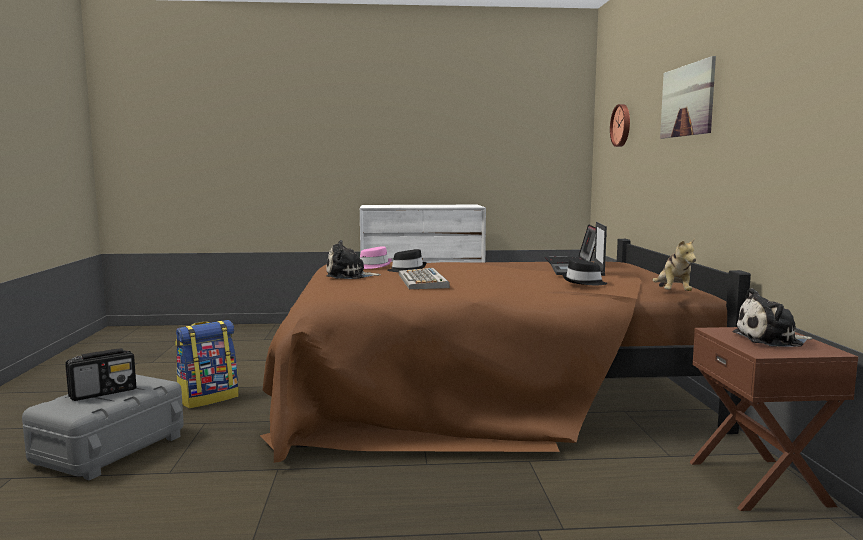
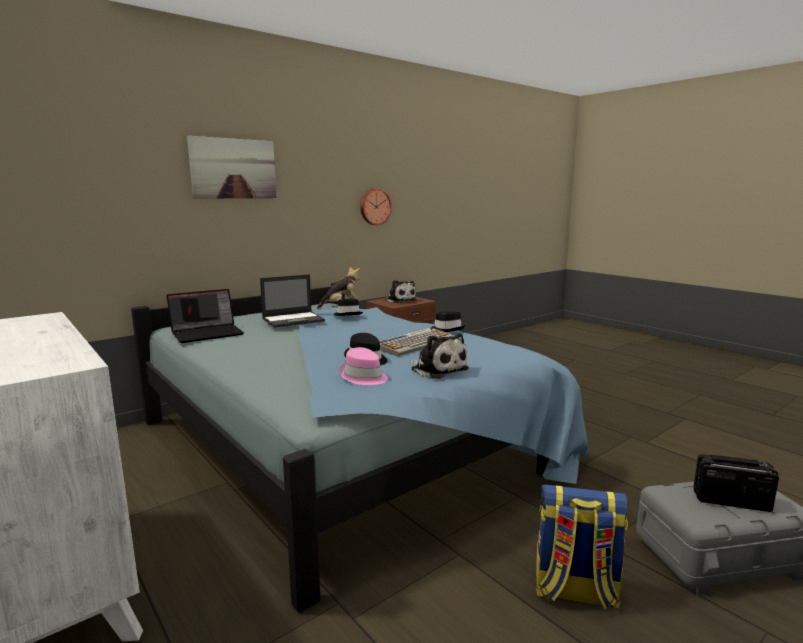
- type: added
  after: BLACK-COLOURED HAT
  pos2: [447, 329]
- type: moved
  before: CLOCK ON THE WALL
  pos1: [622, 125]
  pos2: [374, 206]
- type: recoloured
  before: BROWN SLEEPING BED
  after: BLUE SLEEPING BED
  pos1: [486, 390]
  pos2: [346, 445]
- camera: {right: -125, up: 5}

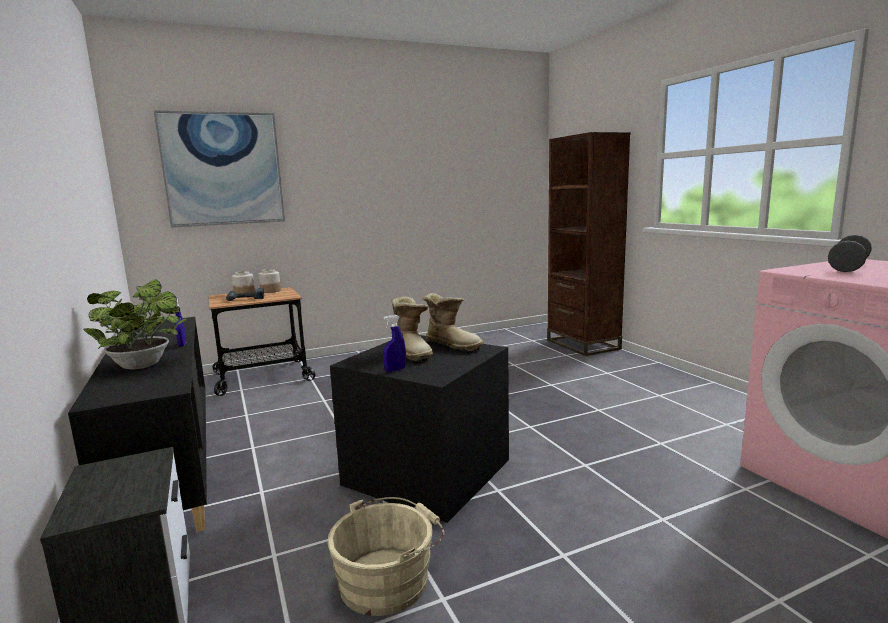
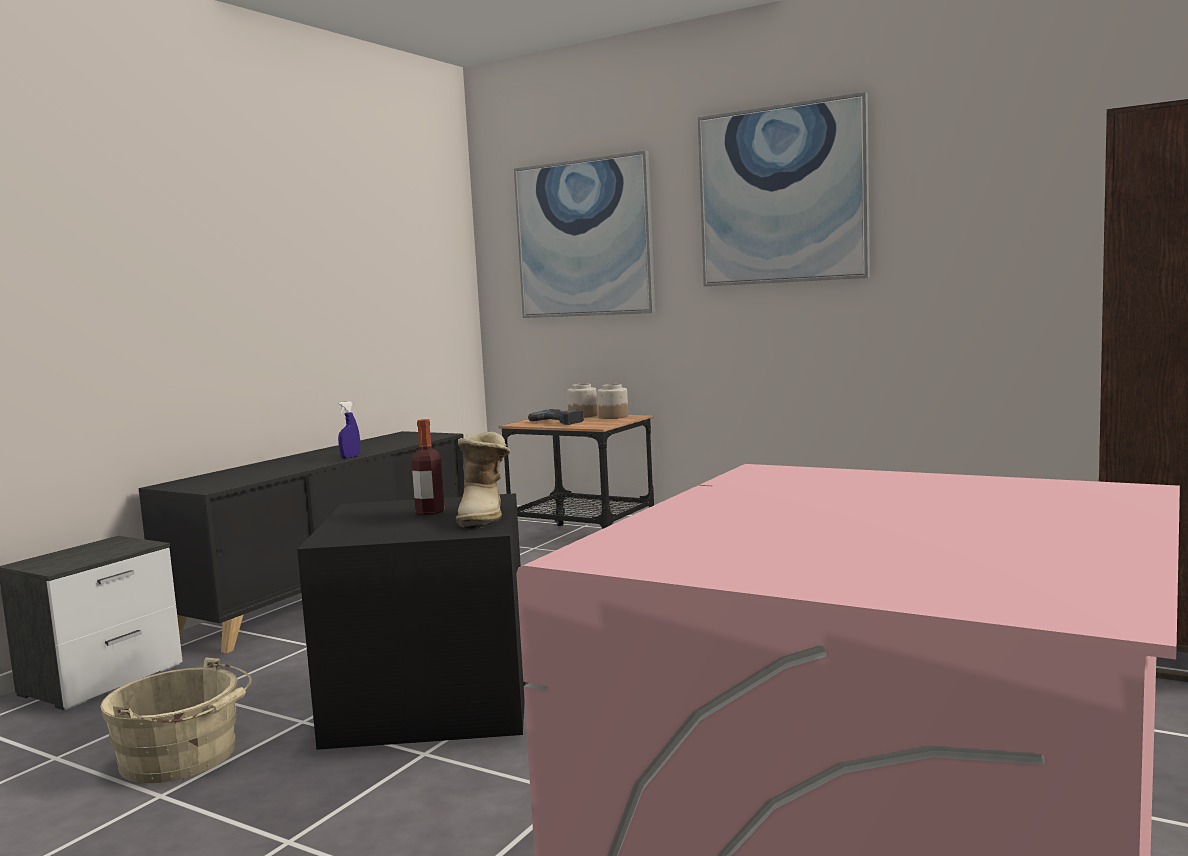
- type: removed
  before: PLANT IN A POT
  pos1: [144, 366]
- type: removed
  before: BLUE SPRAY BOTTLE
  pos1: [395, 370]
- type: removed
  before: GREYISH HAND WEIGHT
  pos1: [848, 267]
- type: added
  after: PICTURE
  pos2: [782, 195]
- type: replaced
  before: BOOT
  after: BEVERAGE BOTTLE
  pos1: [414, 351]
  pos2: [430, 512]
- camera: {right: 55, up: -5}

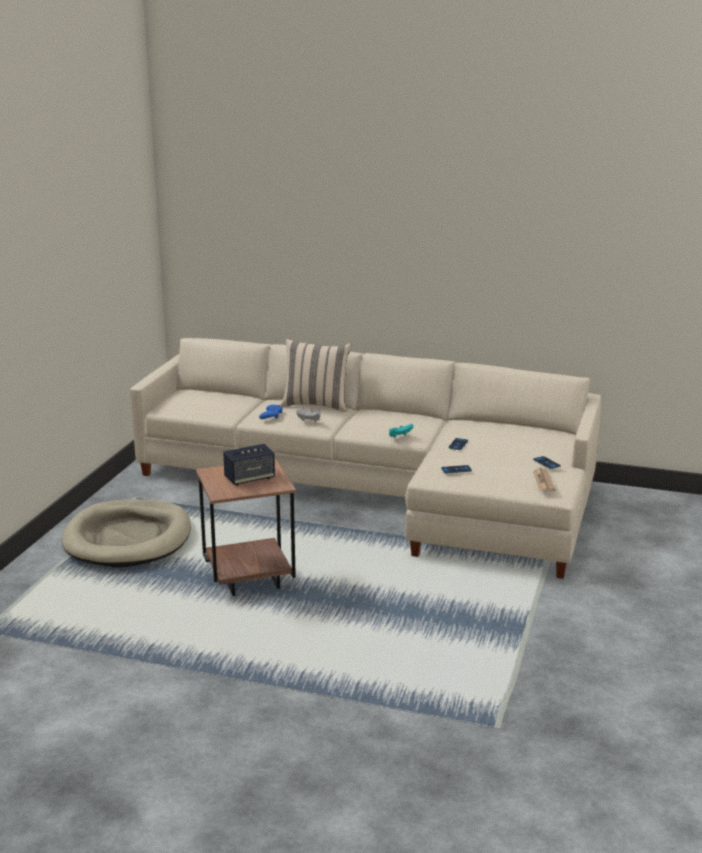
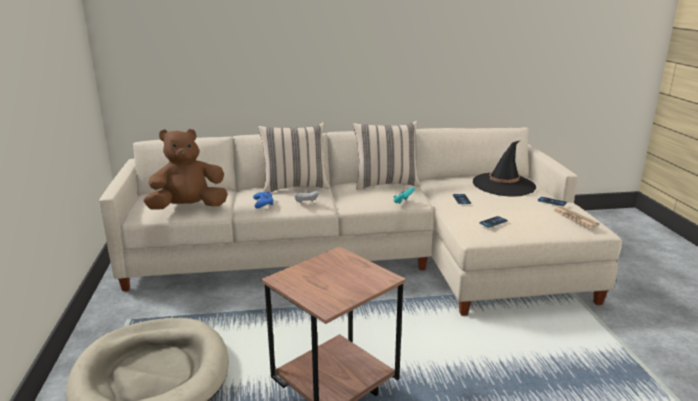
- type: removed
  before: LOUDSPEAKER
  pos1: [249, 478]
- type: added
  after: BROWN SOFT TOY
  pos2: [188, 208]
- type: added
  after: SAND-COLOURED CUSHION
  pos2: [386, 184]
- type: added
  after: BLACK-COLOURED HAT
  pos2: [503, 185]
- camera: {right: -25, up: 0}

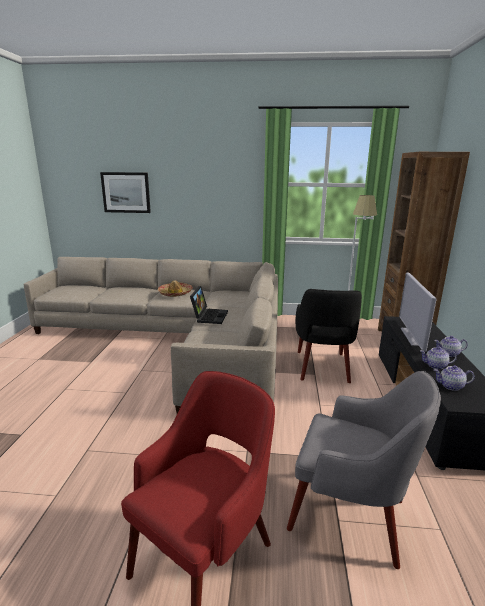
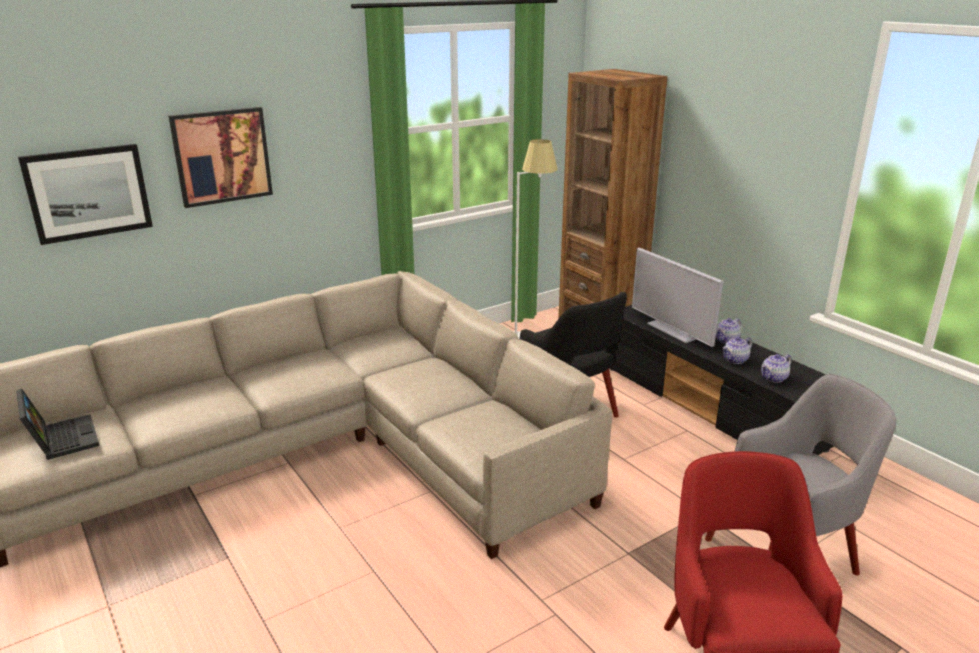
- type: removed
  before: HAT
  pos1: [175, 293]
- type: added
  after: PICTURE
  pos2: [222, 156]
- type: moved
  before: NOTEBOOK COMPUTER
  pos1: [209, 316]
  pos2: [61, 439]
- camera: {right: -40, up: 5}

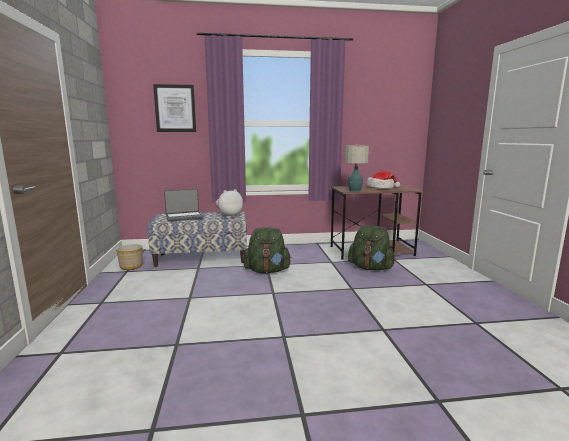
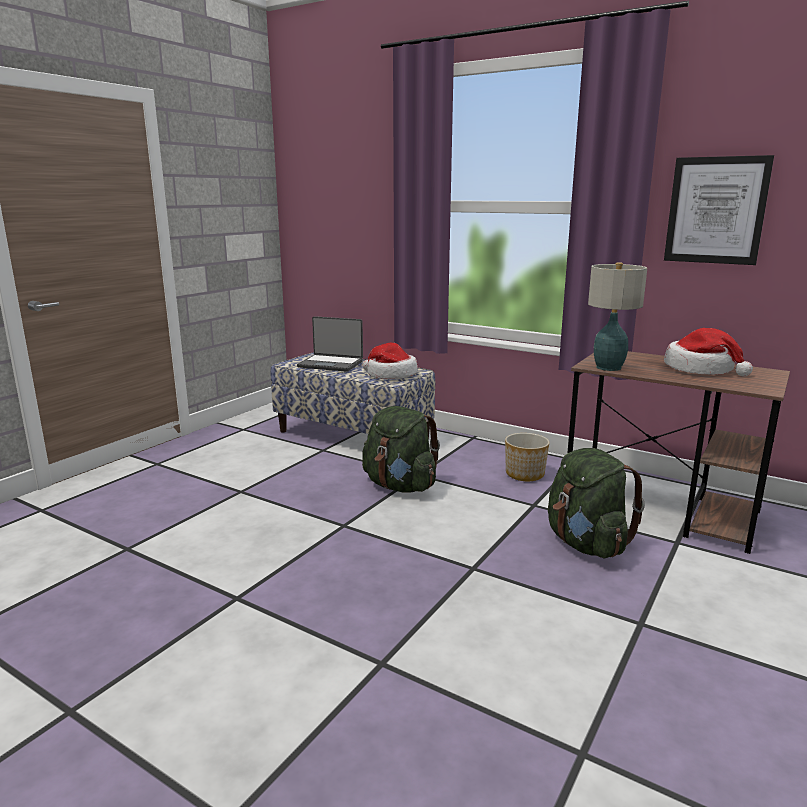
- type: moved
  before: PLANTER
  pos1: [131, 266]
  pos2: [525, 474]
- type: moved
  before: PICTURE
  pos1: [175, 108]
  pos2: [716, 210]
- type: replaced
  before: SOFT TOY
  after: HAT
  pos1: [229, 216]
  pos2: [390, 375]
- camera: {right: 40, up: 5}

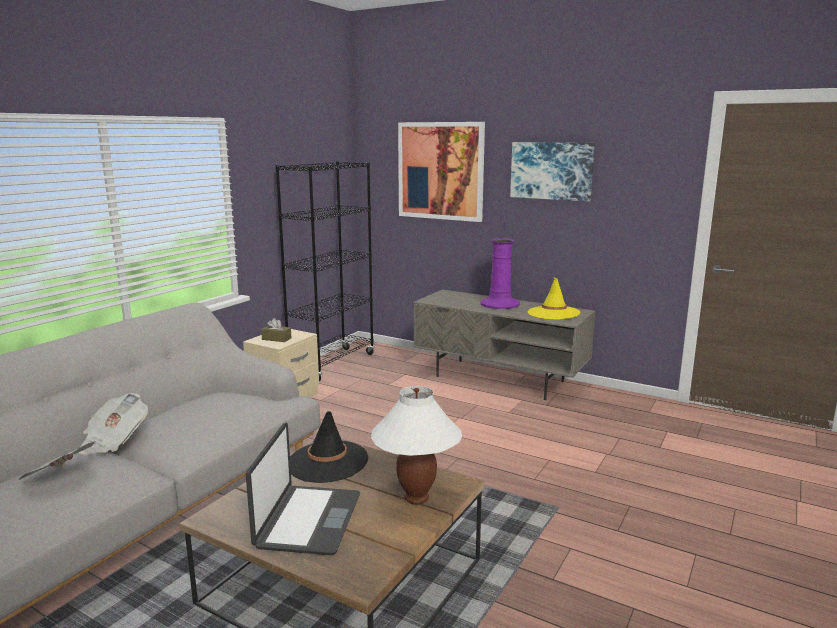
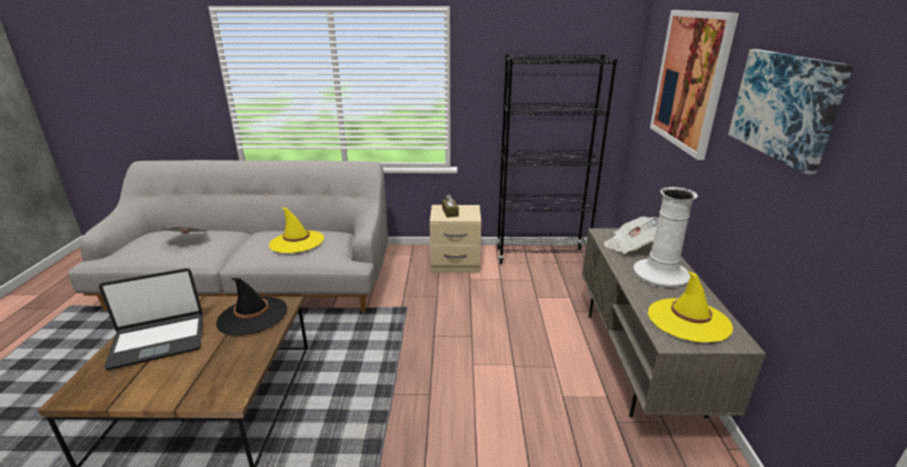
- type: removed
  before: WHITE-COLOURED TABLE LAMP
  pos1: [416, 498]
- type: added
  after: YELLOWISH HAT
  pos2: [297, 242]
- type: moved
  before: PRINTED PAPER
  pos1: [114, 440]
  pos2: [630, 247]
- type: recoloured
  before: PURPLE VASE
  after: WHITE-COLOURED VASE
  pos1: [499, 304]
  pos2: [661, 274]
- camera: {right: 60, up: 10}

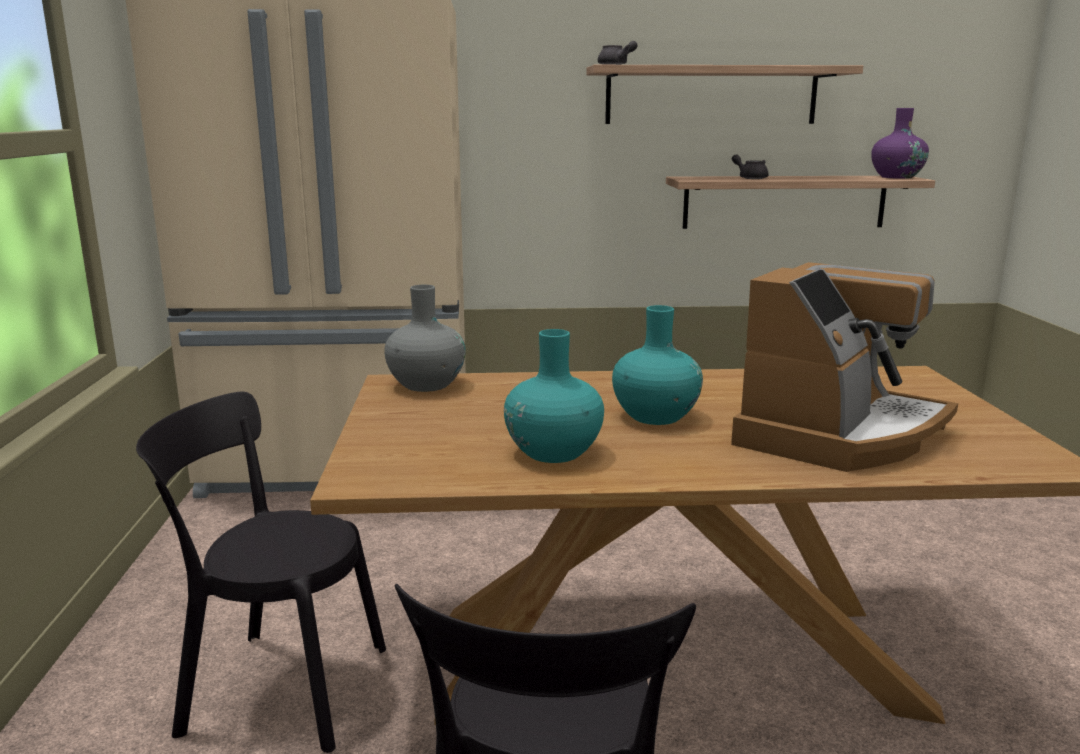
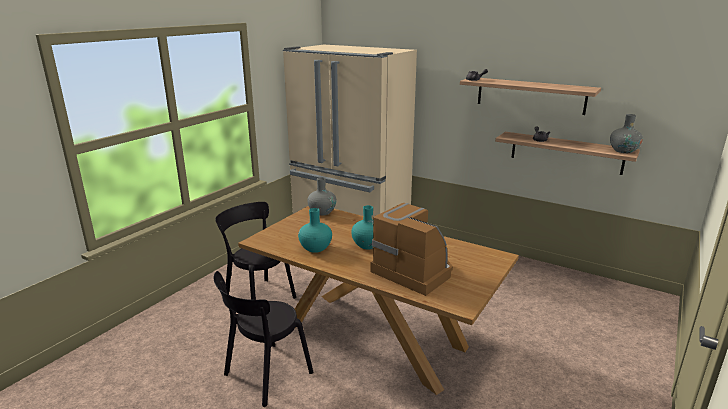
- type: recoloured
  before: PURPLE VASE
  after: GREYISH VASE
  pos1: [896, 177]
  pos2: [623, 151]
- type: turned
  before: COFFEE MACHINE
  pos1: [839, 434]
  pos2: [413, 271]
  turn: -120
- camera: {right: 35, up: 5}

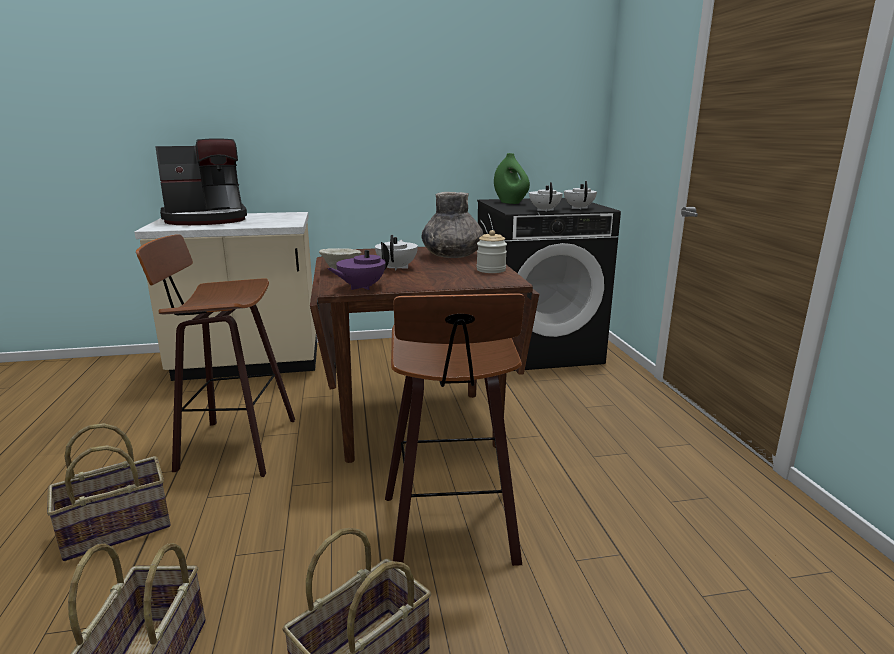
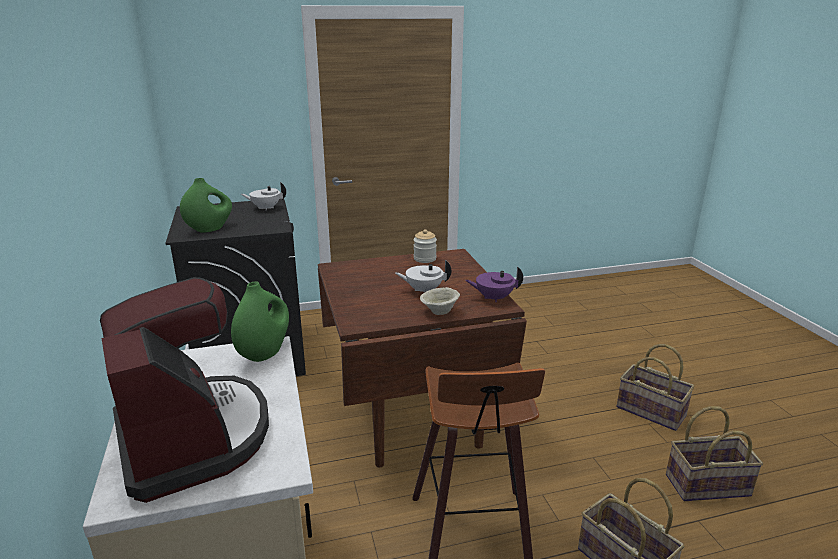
- type: removed
  before: SITTING STOOL
  pos1: [453, 531]
- type: removed
  before: GREYISH VASE
  pos1: [452, 256]
- type: removed
  before: WHITE-COLOURED TEAPOT
  pos1: [545, 210]
- type: added
  after: GREEN-COLOURED VASE
  pos2: [264, 353]
- type: turned
  before: PURPLE TEAPOT
  pos1: [361, 287]
  pos2: [493, 298]
  turn: 135
- camera: {right: -95, up: 5}

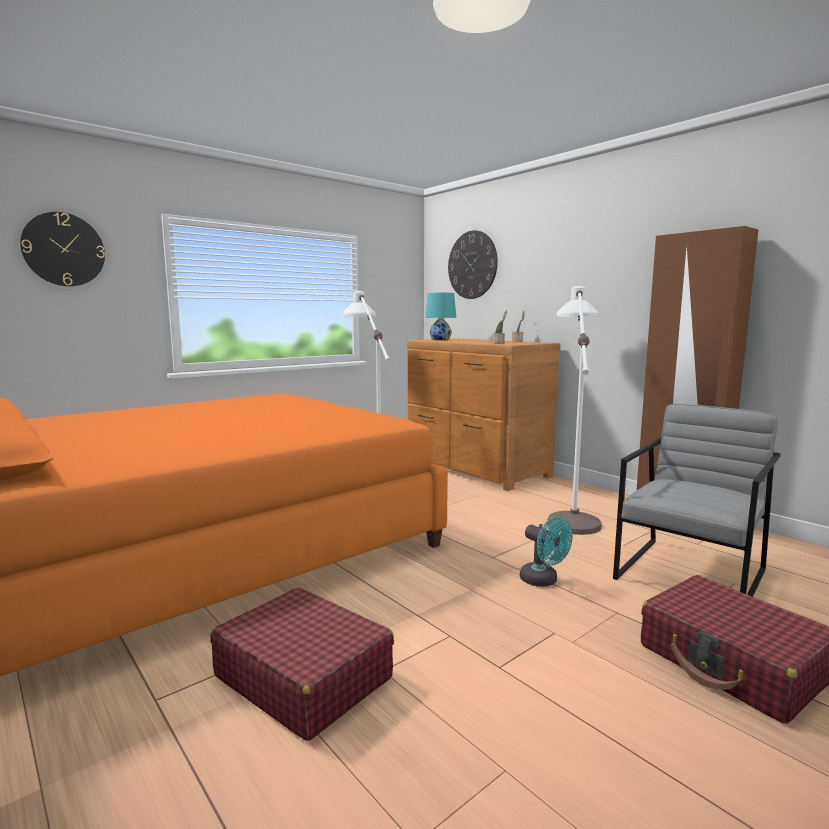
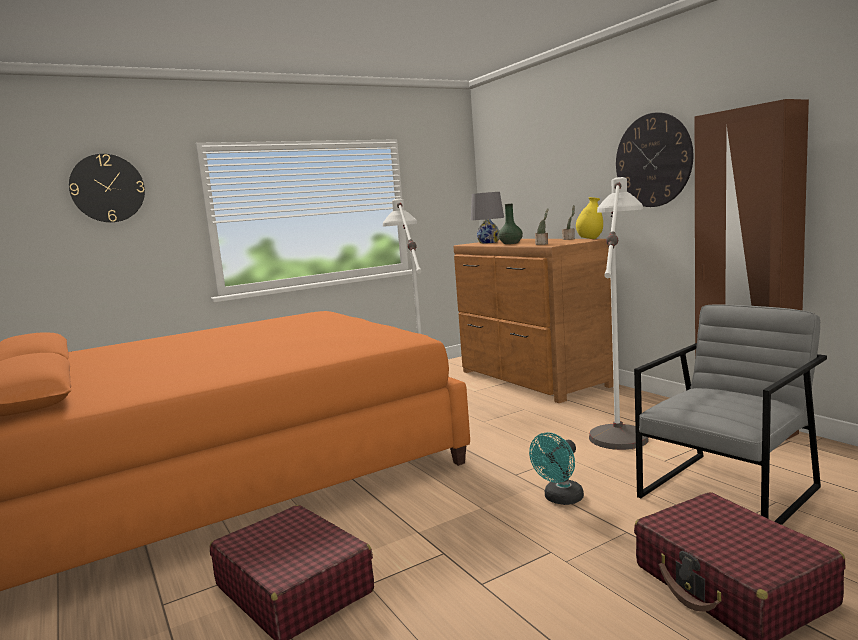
- type: added
  after: GREEN-COLOURED VASE
  pos2: [510, 243]
- type: added
  after: YELLOWISH VASE
  pos2: [590, 239]
- type: moved
  before: CLOCK ON THE WALL
  pos1: [472, 265]
  pos2: [653, 160]
- type: recoloured
  before: BLUE-GREEN TABLE LAMP
  after: GREYISH TABLE LAMP
  pos1: [440, 339]
  pos2: [489, 242]
- type: turned
  before: BLUE-GREEN ELECTRIC FAN
  pos1: [543, 581]
  pos2: [560, 499]
  turn: 75
- camera: {right: 10, up: 0}

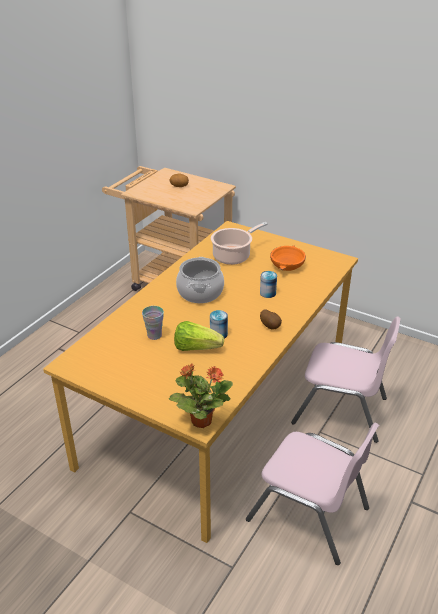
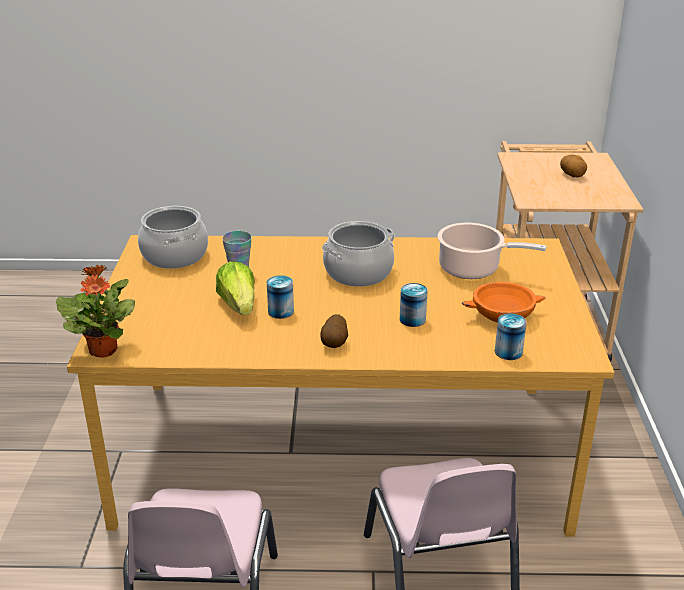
- type: added
  after: SAUCEPOT
  pos2: [175, 255]
- type: added
  after: SEALED CAN
  pos2: [508, 352]
- camera: {right: 60, up: -5}

